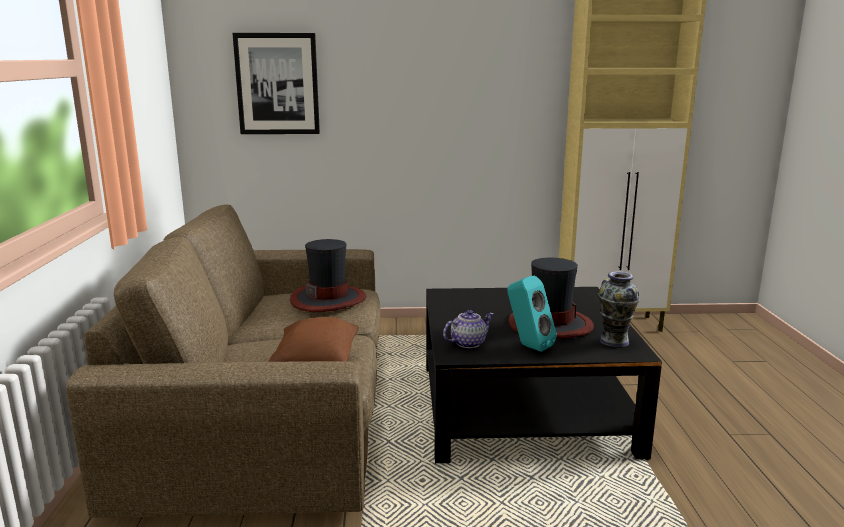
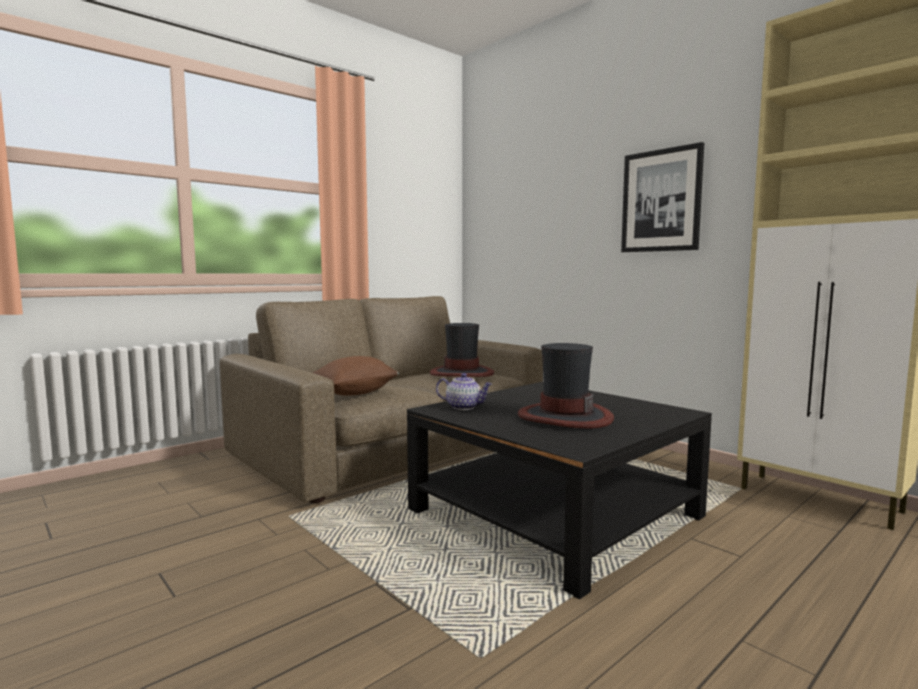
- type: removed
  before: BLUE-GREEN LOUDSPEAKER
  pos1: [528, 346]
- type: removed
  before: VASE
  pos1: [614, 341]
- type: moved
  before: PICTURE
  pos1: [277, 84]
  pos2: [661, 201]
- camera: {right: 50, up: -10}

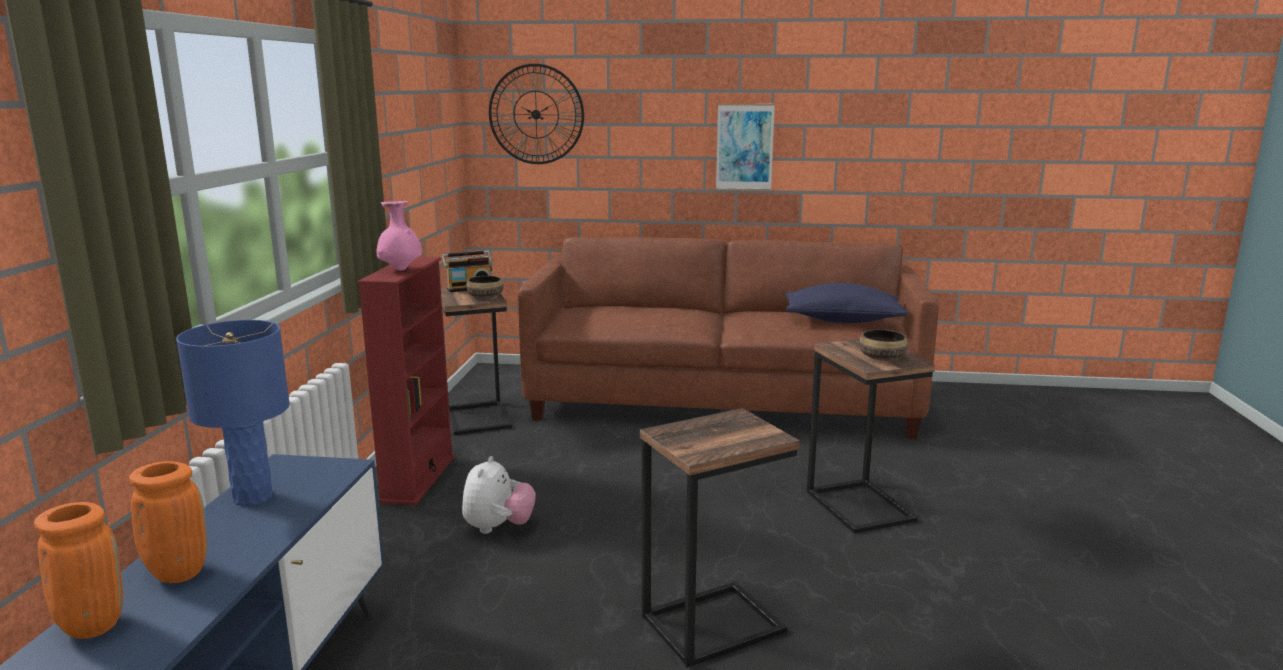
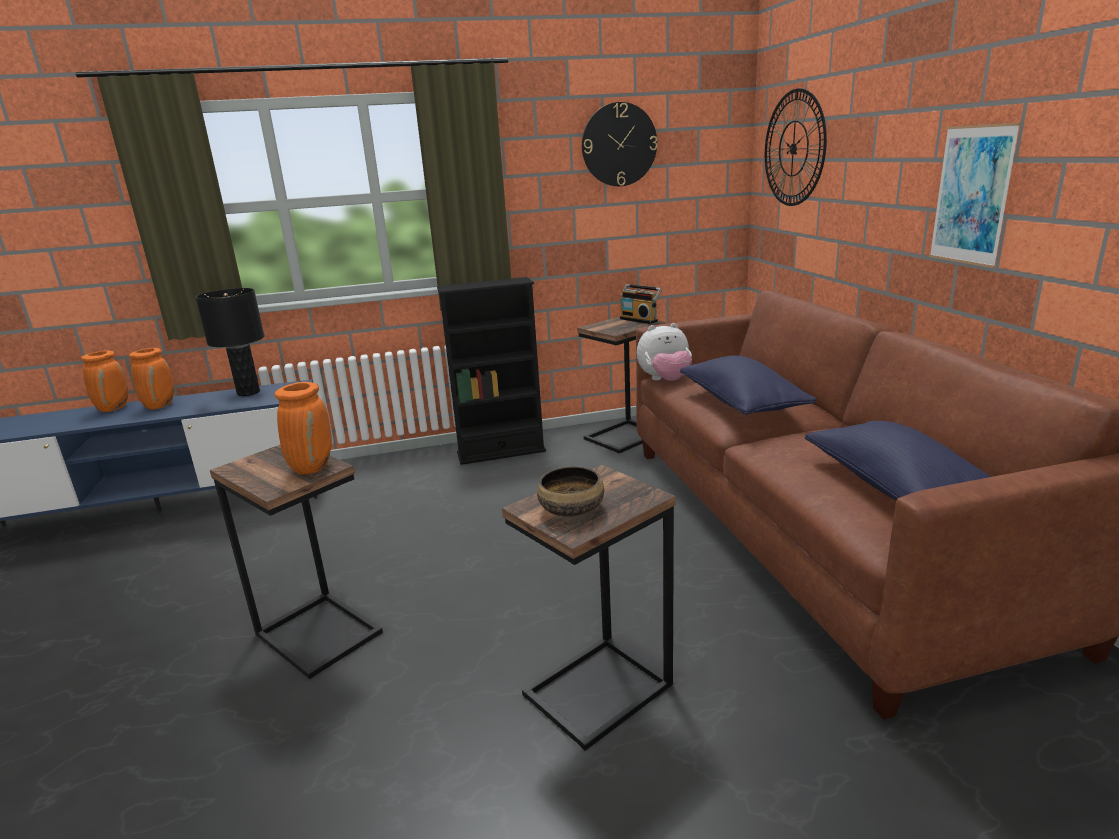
- type: removed
  before: PINK-COLOURED VASE
  pos1: [400, 270]
- type: removed
  before: SERVING BOWL
  pos1: [485, 297]
- type: added
  after: ORANGEY VASE
  pos2: [312, 467]
- type: added
  after: CLOCK ON THE WALL
  pos2: [619, 145]
- type: added
  after: BLUE CUSHION
  pos2: [742, 404]
- type: moved
  before: SOFT TOY
  pos1: [498, 528]
  pos2: [665, 380]
- type: recoloured
  before: BLUE TABLE LAMP
  after: BLACK-COLOURED TABLE LAMP
  pos1: [253, 497]
  pos2: [249, 392]
- type: recoloured
  before: RED-COLOURED SHELVING UNIT
  after: BLACK-COLOURED SHELVING UNIT
  pos1: [418, 478]
  pos2: [501, 452]
- camera: {right: 70, up: 5}

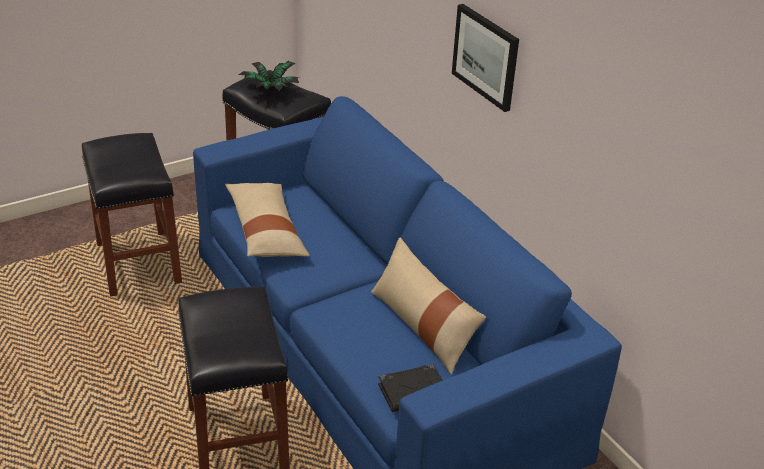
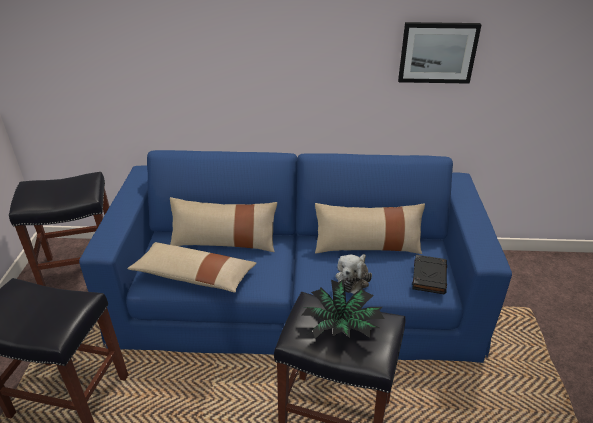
- type: added
  after: SAND-COLOURED CUSHION
  pos2: [224, 242]
- type: added
  after: SOFT TOY
  pos2: [353, 279]
- type: moved
  before: PLANT IN A POT
  pos1: [270, 91]
  pos2: [341, 327]
- type: moved
  before: PICTURE
  pos1: [486, 56]
  pos2: [437, 52]
- camera: {right: -55, up: 0}

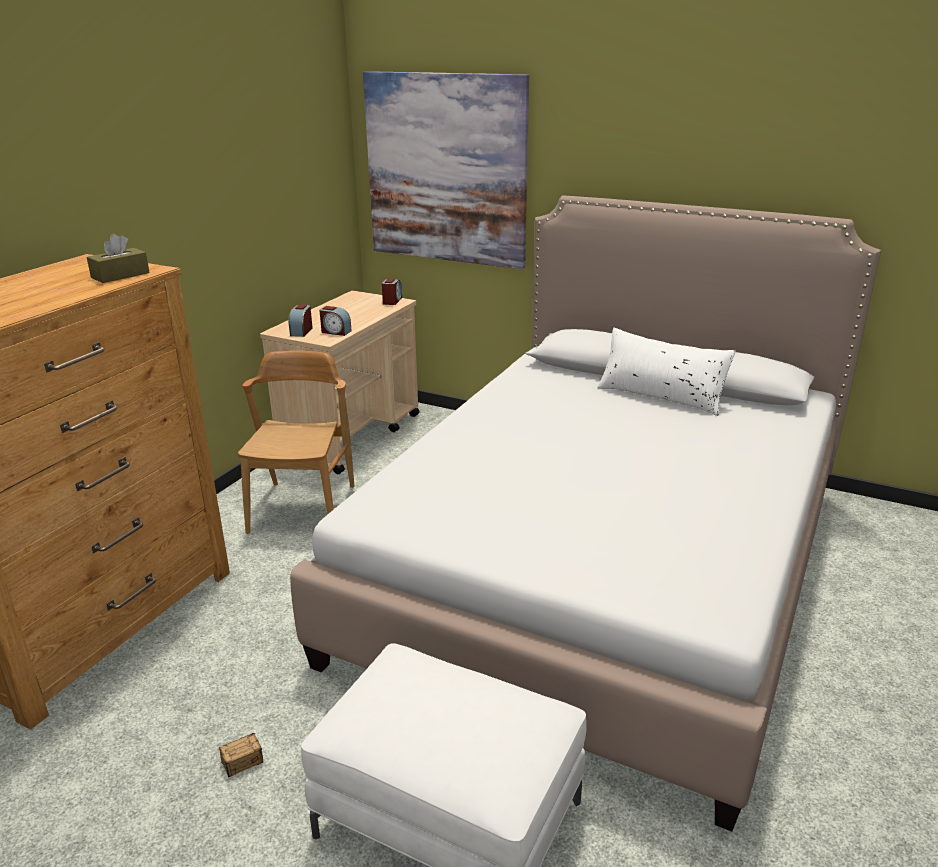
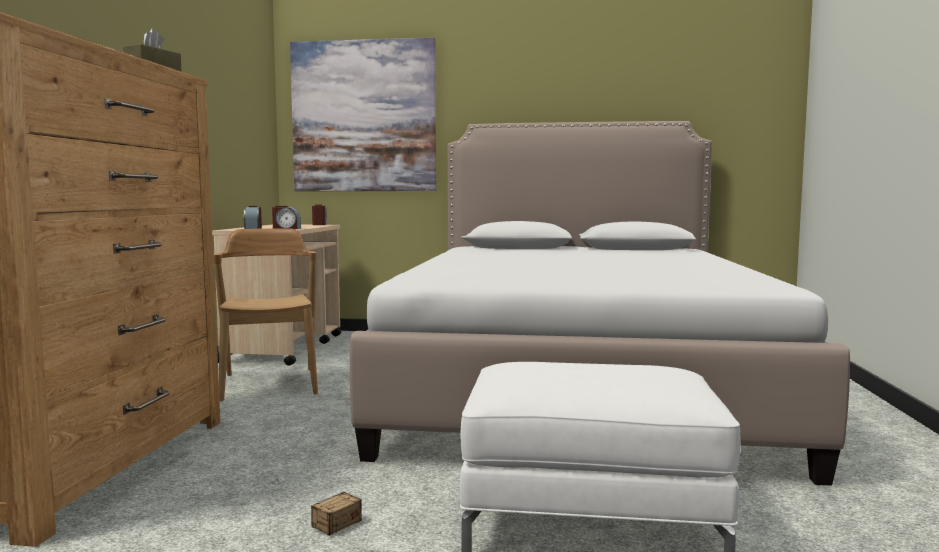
- type: removed
  before: WHITE-COLOURED CUSHION
  pos1: [661, 396]
- camera: {right: -20, up: -20}

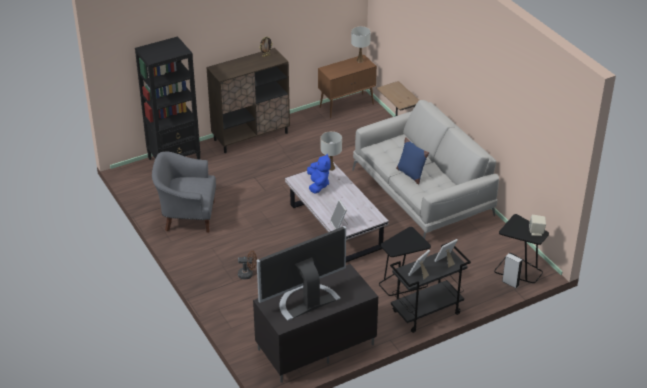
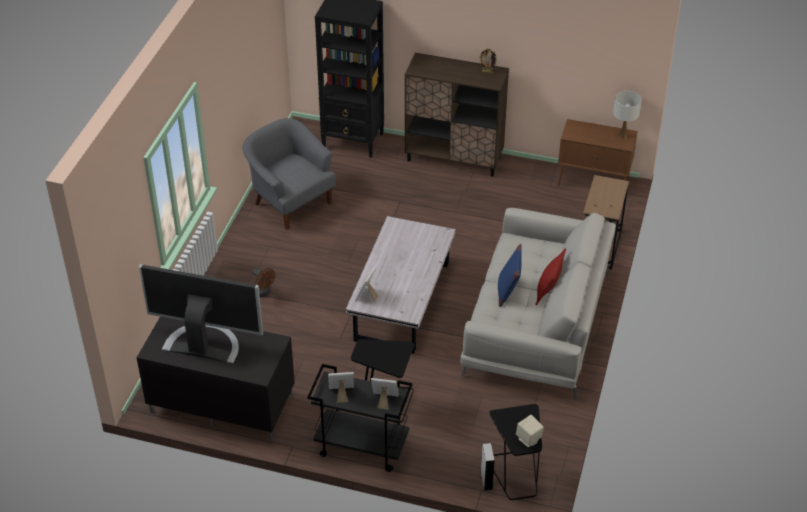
- type: removed
  before: BLUE SOFT TOY
  pos1: [318, 185]
- type: removed
  before: WHITE-COLOURED TABLE LAMP
  pos1: [331, 168]
- type: added
  after: RED-COLOURED CUSHION
  pos2: [548, 291]
- camera: {right: 45, up: 5}

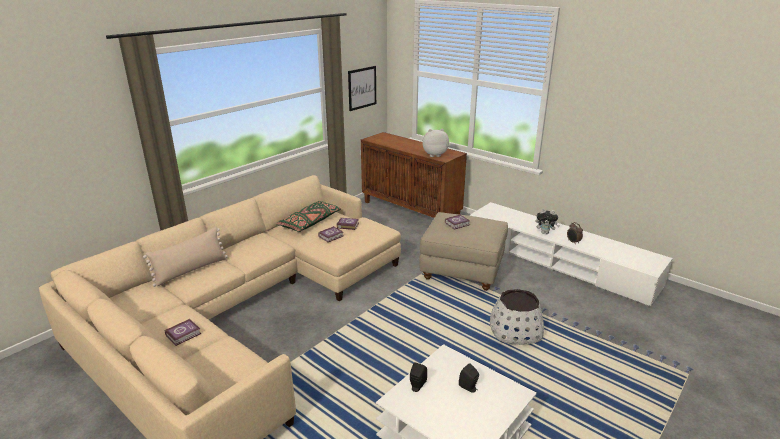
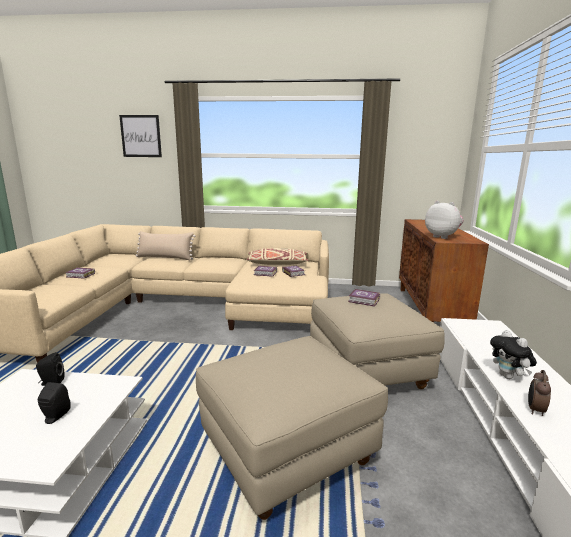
- type: moved
  before: PICTURE
  pos1: [362, 88]
  pos2: [141, 136]
- type: replaced
  before: WHITE-COLOURED PLANTER
  after: SAND-COLOURED FOOTREST
  pos1: [515, 331]
  pos2: [287, 454]
- type: recoloured
  before: GREEN-COLOURED CUSHION
  after: SAND-COLOURED CUSHION
  pos1: [310, 223]
  pos2: [277, 263]
- camera: {right: 55, up: -10}

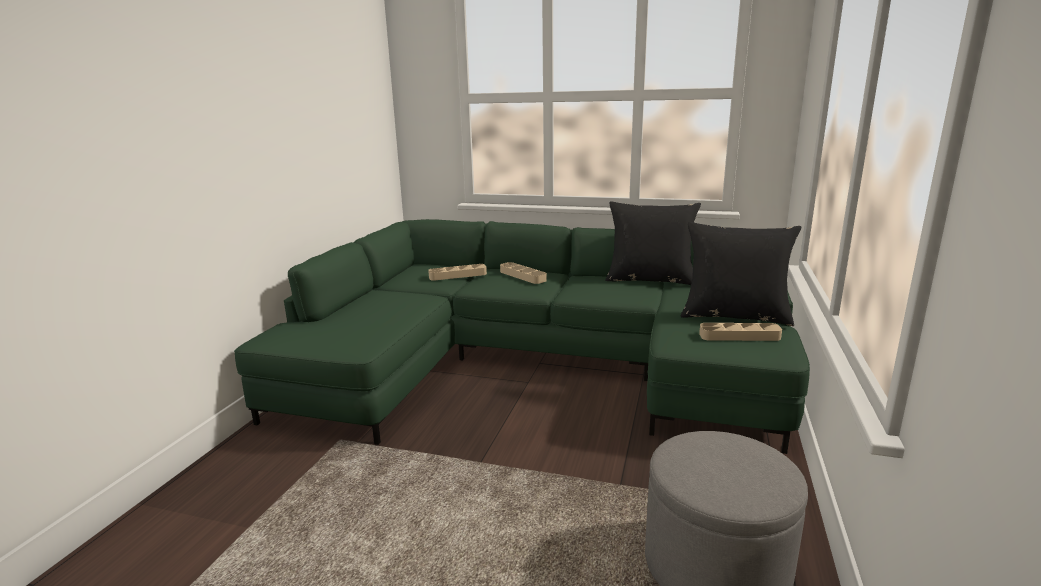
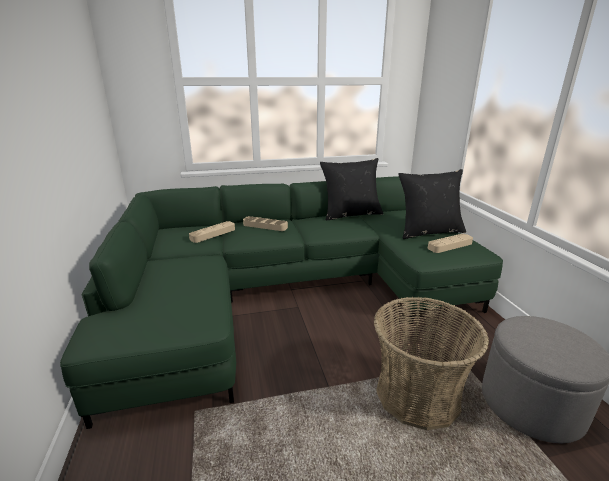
- type: added
  after: STORAGE BASKET
  pos2: [417, 395]
- camera: {right: -30, up: 5}

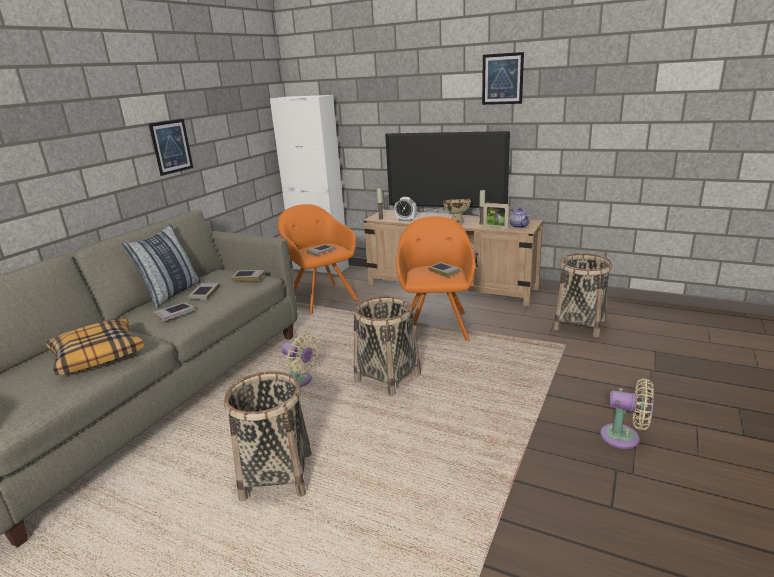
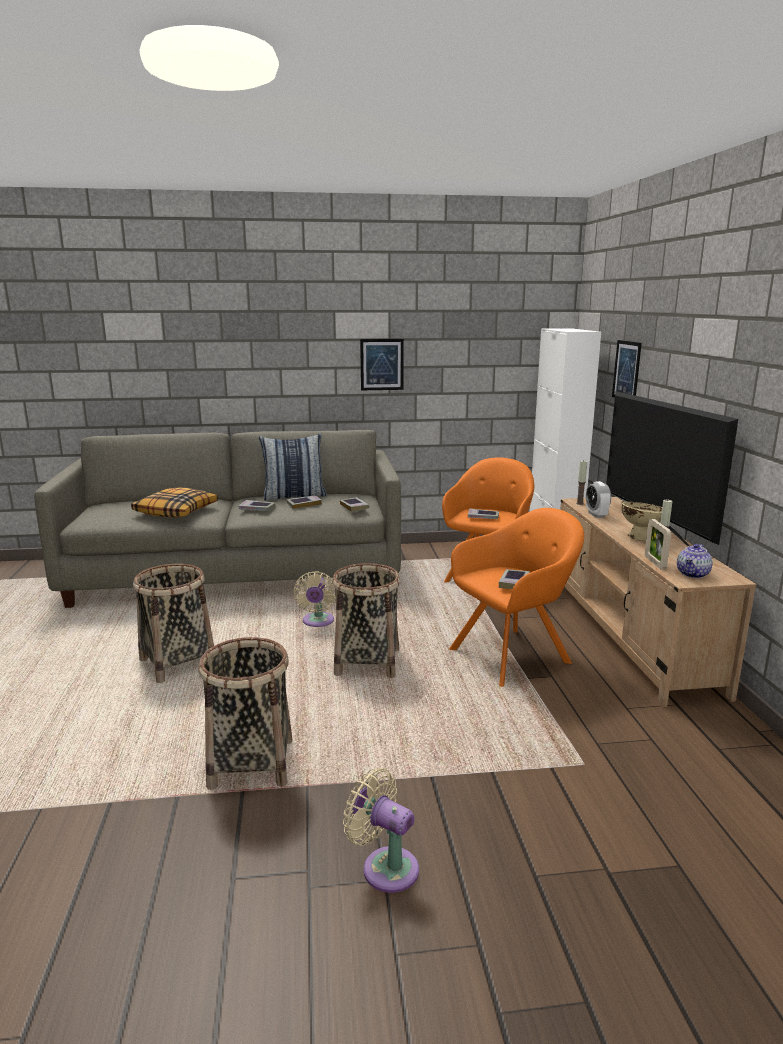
- type: moved
  before: PICTURE
  pos1: [502, 79]
  pos2: [626, 371]
- type: moved
  before: STORAGE BASKET
  pos1: [580, 324]
  pos2: [251, 764]
- type: turned
  before: SAND-COLOURED ELECTRIC FAN
  pos1: [624, 437]
  pos2: [385, 866]
  turn: 135
- camera: {right: 55, up: -5}

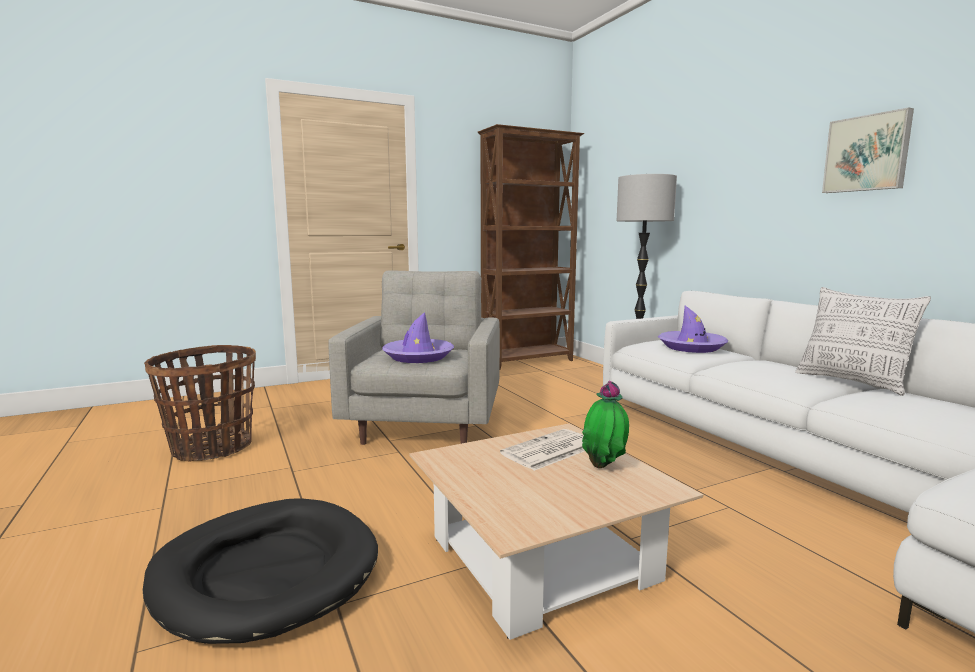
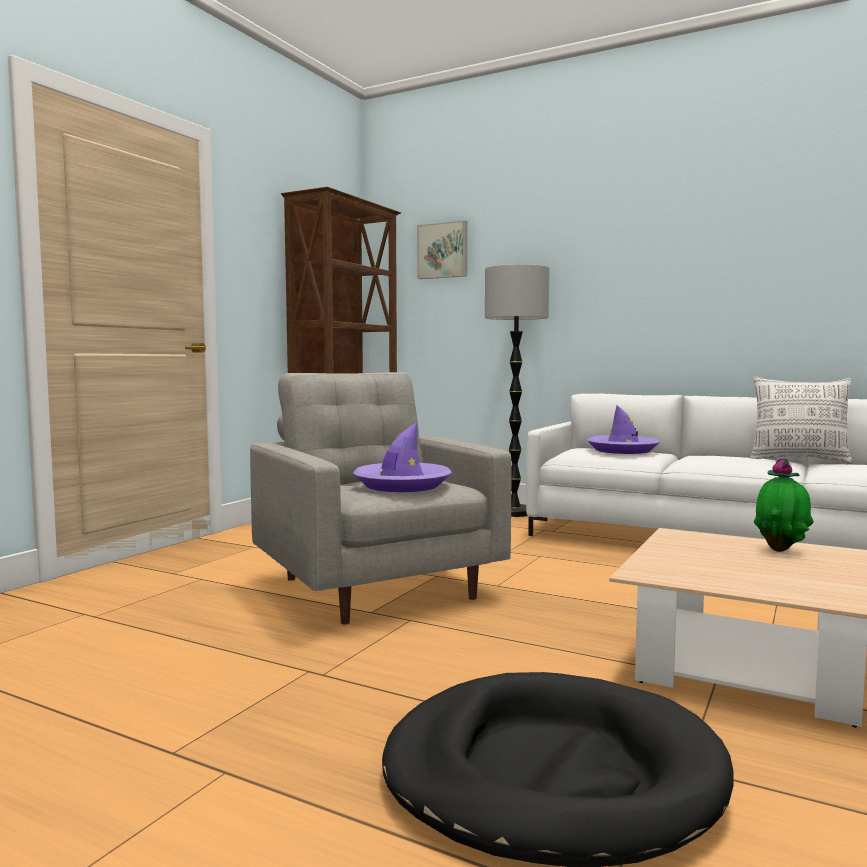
- type: removed
  before: STORAGE BASKET
  pos1: [211, 448]
- type: removed
  before: PRINTED PAPER
  pos1: [549, 451]
- type: moved
  before: PICTURE
  pos1: [867, 153]
  pos2: [443, 250]
- camera: {right: -35, up: -5}

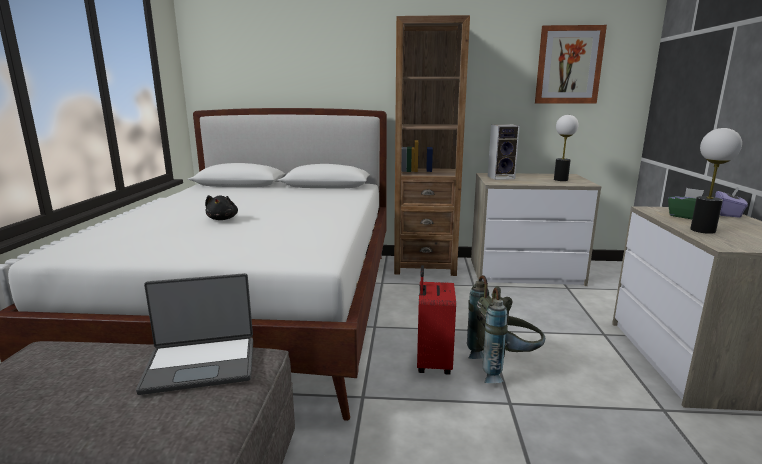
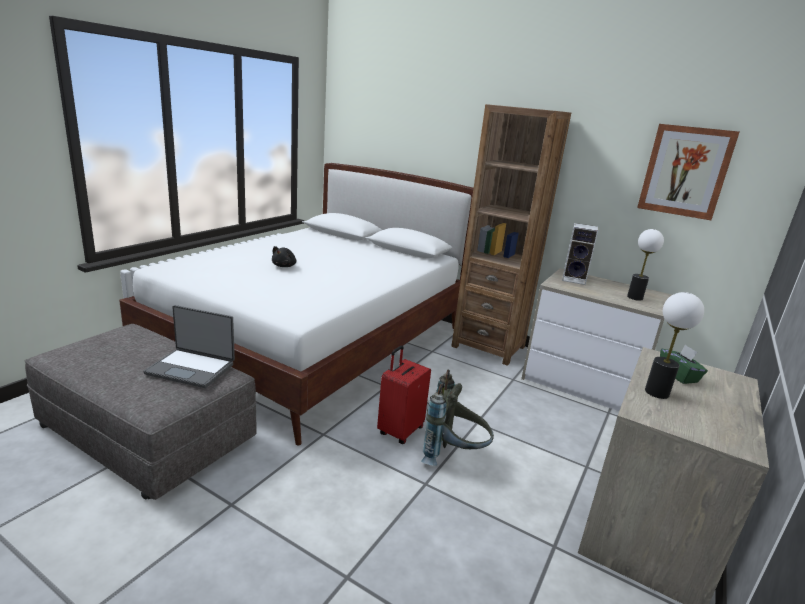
- type: removed
  before: PURPLE BOX OF TISSUES
  pos1: [727, 214]
- camera: {right: 25, up: 5}

